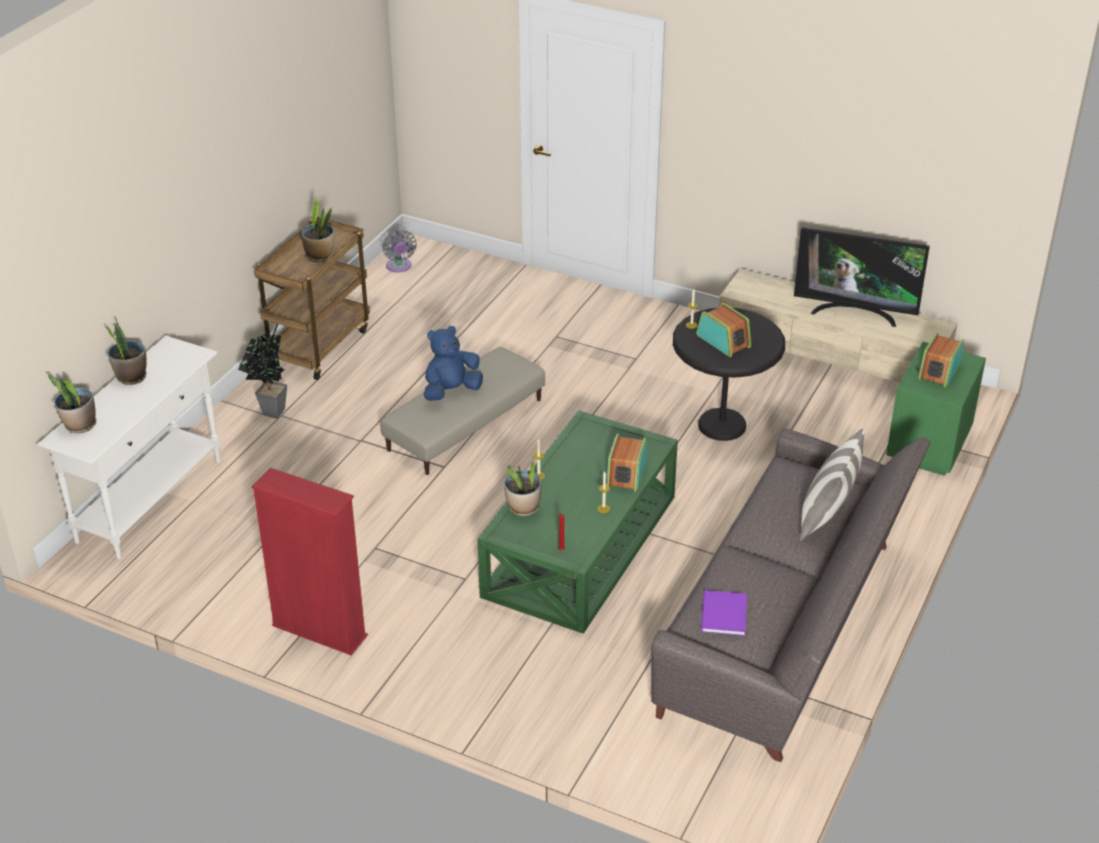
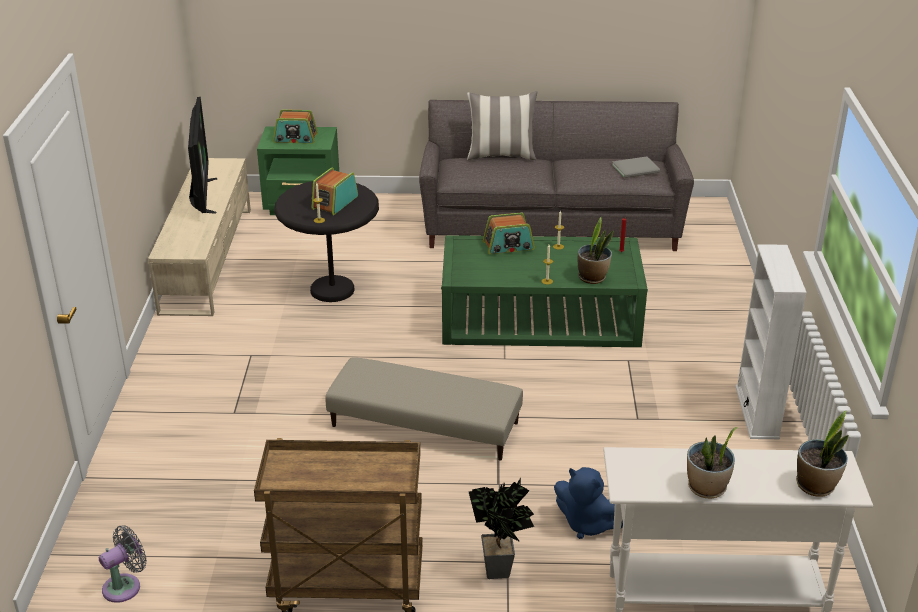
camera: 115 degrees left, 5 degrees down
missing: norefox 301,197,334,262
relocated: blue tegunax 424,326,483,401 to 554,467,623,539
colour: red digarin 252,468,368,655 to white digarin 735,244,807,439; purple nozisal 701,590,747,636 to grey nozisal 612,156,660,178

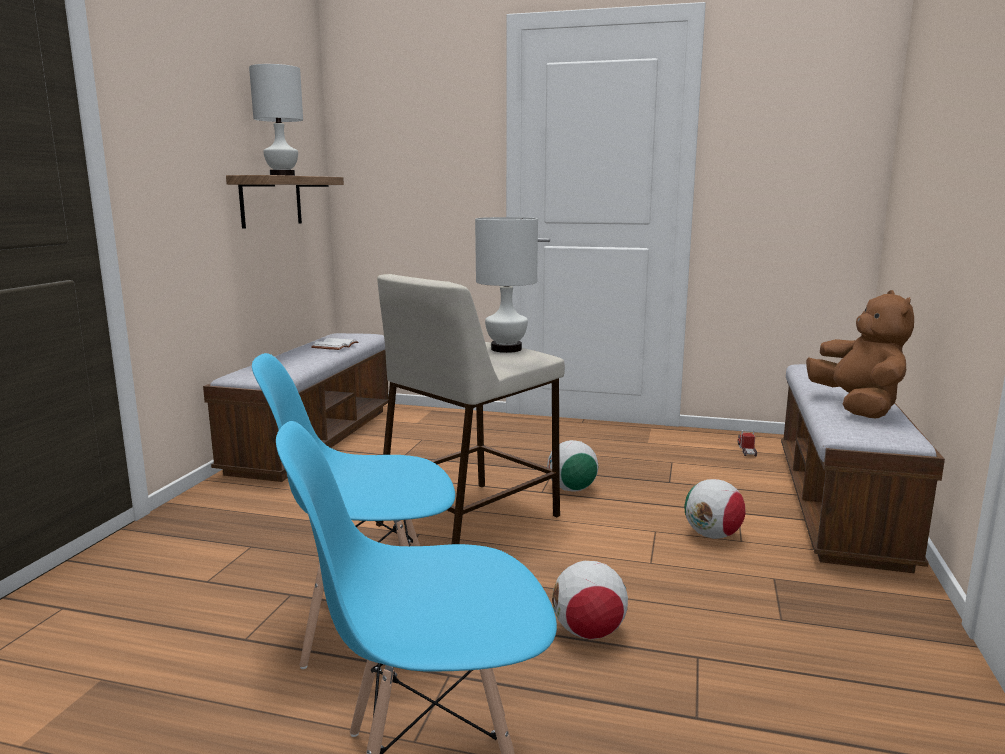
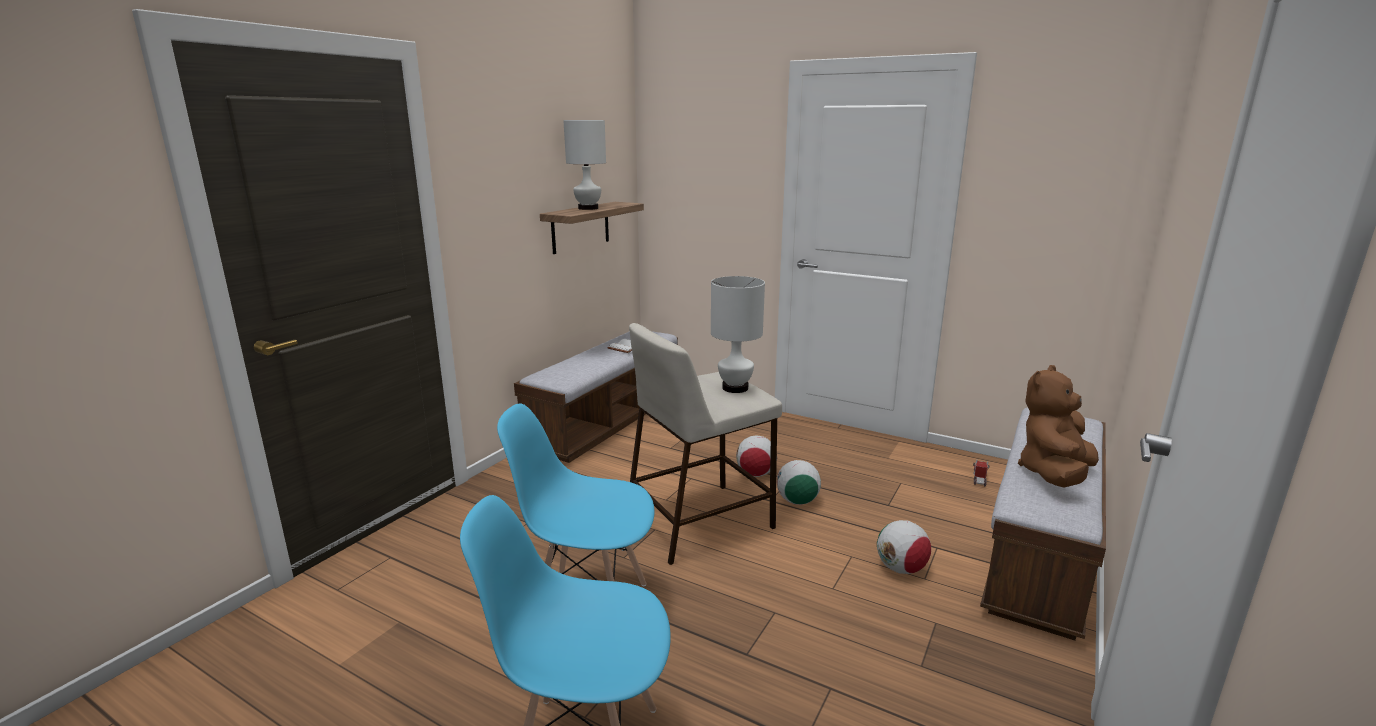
camera: 15 degrees right, 5 degrees up
relocated: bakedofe 552,561,628,639 to 736,435,771,477
spun: brown tegunax 806,290,914,418 = 1018,365,1099,488 150 degrees counterclockwise

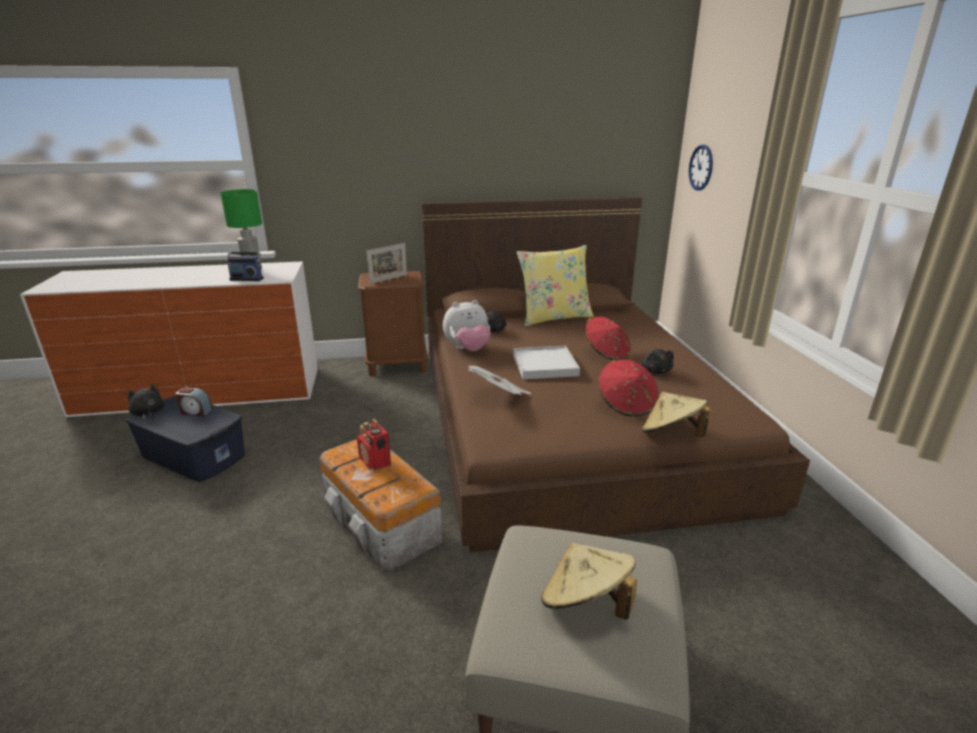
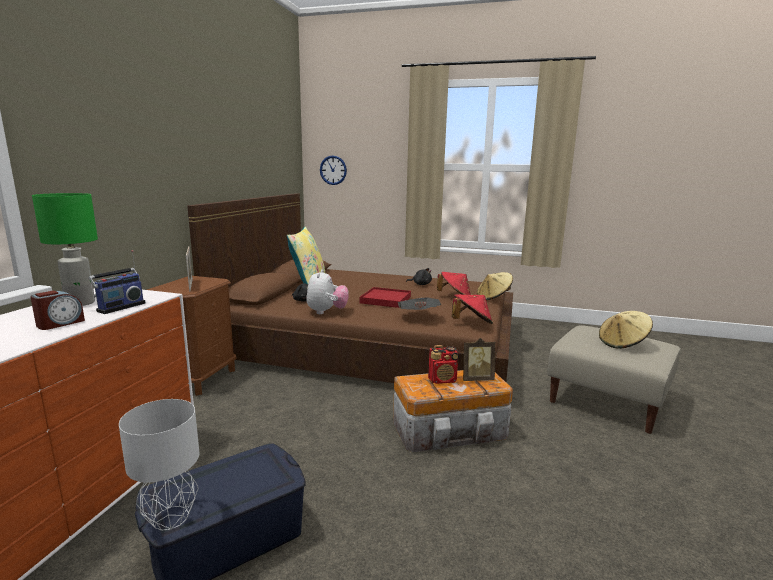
camera: 65 degrees left, 10 degrees down
appeared: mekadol 463,338,496,381
relocated: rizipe 176,387,212,416 to 30,290,85,330; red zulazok 585,317,631,360 to 452,294,493,324
exchanged: black tegunax 128,384,165,421 to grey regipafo 119,399,199,531
colour: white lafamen 513,346,580,379 to red lafamen 359,287,411,308

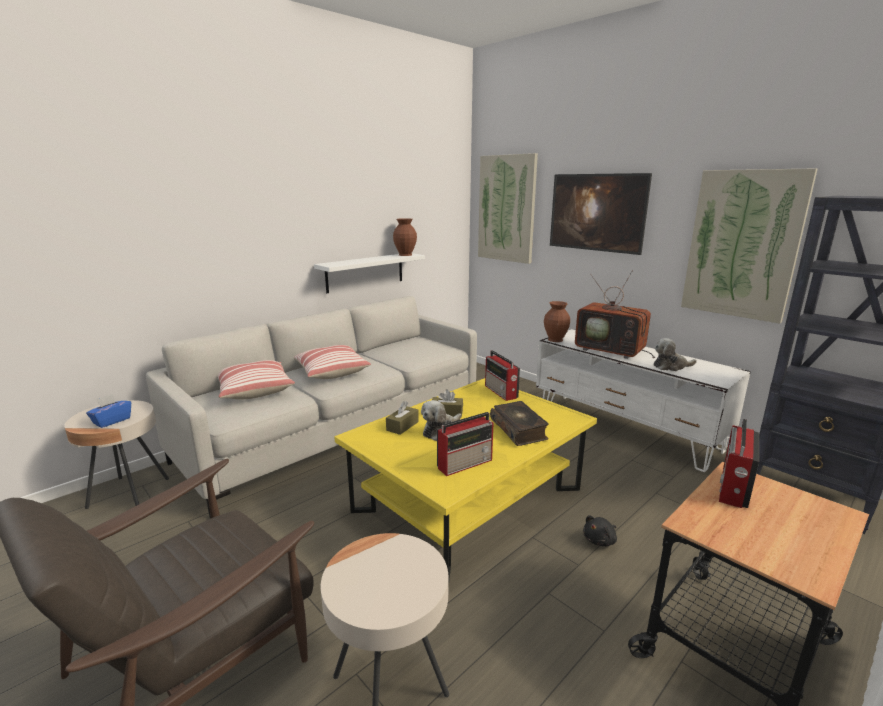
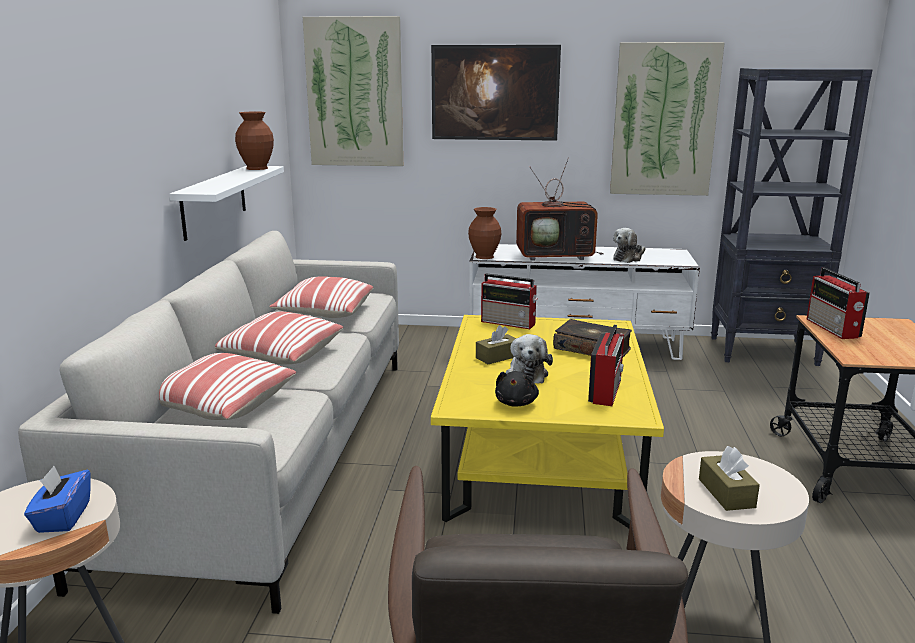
camera: 40 degrees left, 0 degrees up
appeared: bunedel 269,276,373,318
relocated: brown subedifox 386,401,419,435 to 699,446,760,511; black tegunax 583,515,617,546 to 495,371,539,407

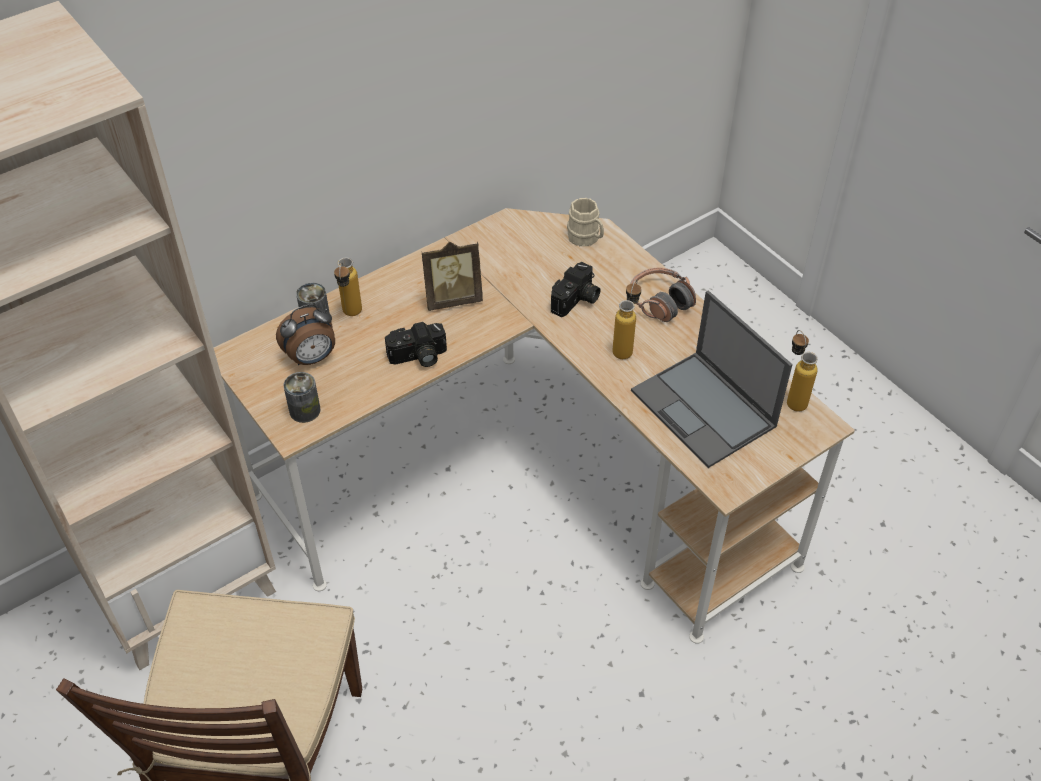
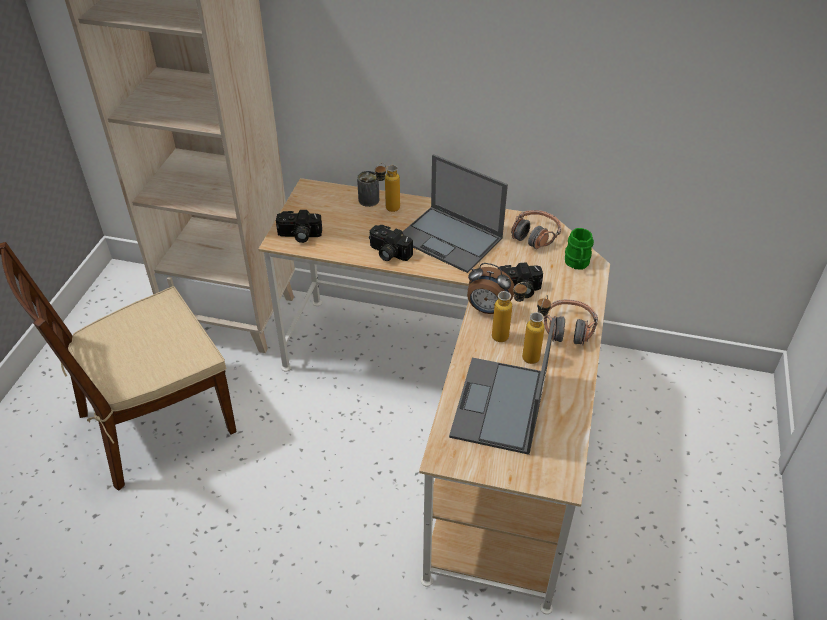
camera: 50 degrees right, 5 degrees down
appeared: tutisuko 511,210,561,249
relocated: rizipe 276,304,335,365 to 467,263,514,314; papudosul 787,330,818,412 to 522,295,551,364
exchanged: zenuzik 283,372,320,423 to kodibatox 276,210,322,243; mekadol 421,242,483,311 to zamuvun 402,154,508,273
colour: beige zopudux 567,198,604,246 to green zopudux 565,228,594,270

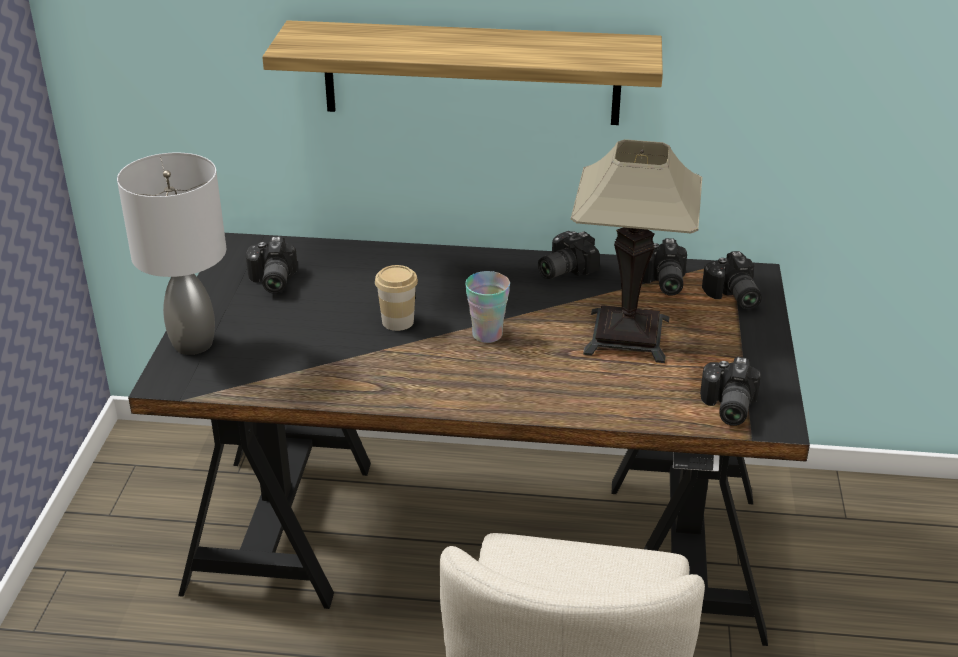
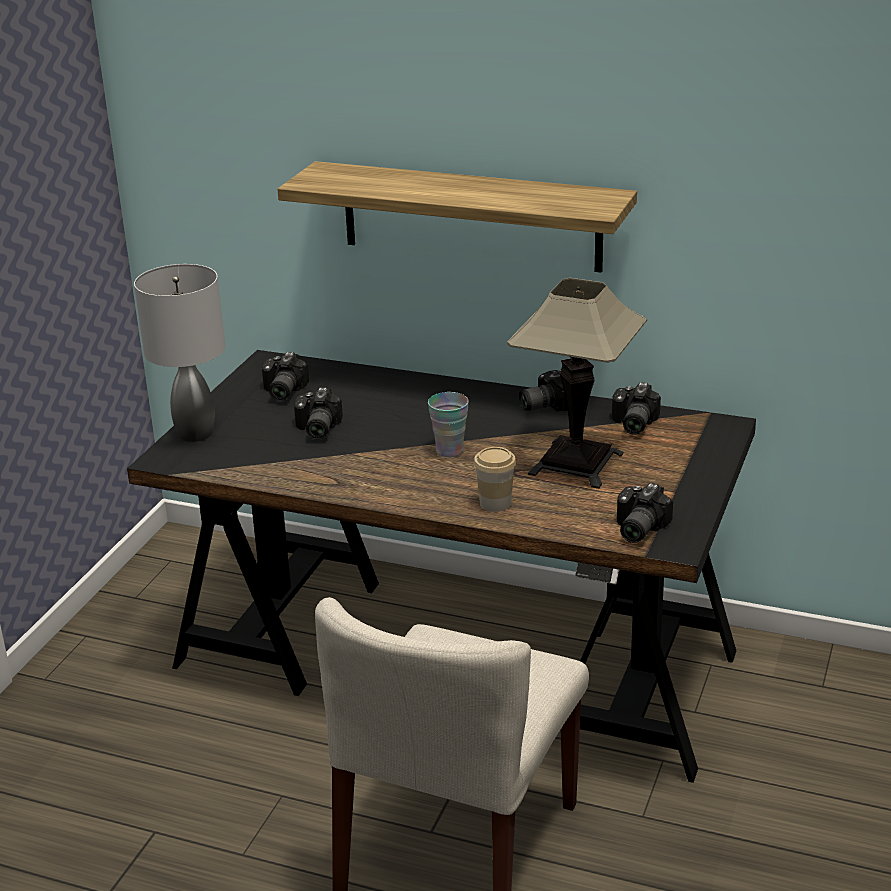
camera: 15 degrees right, 5 degrees down
relocated: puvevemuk 375,265,418,331 to 474,447,516,512; kodibatox 702,251,762,310 to 294,388,343,440

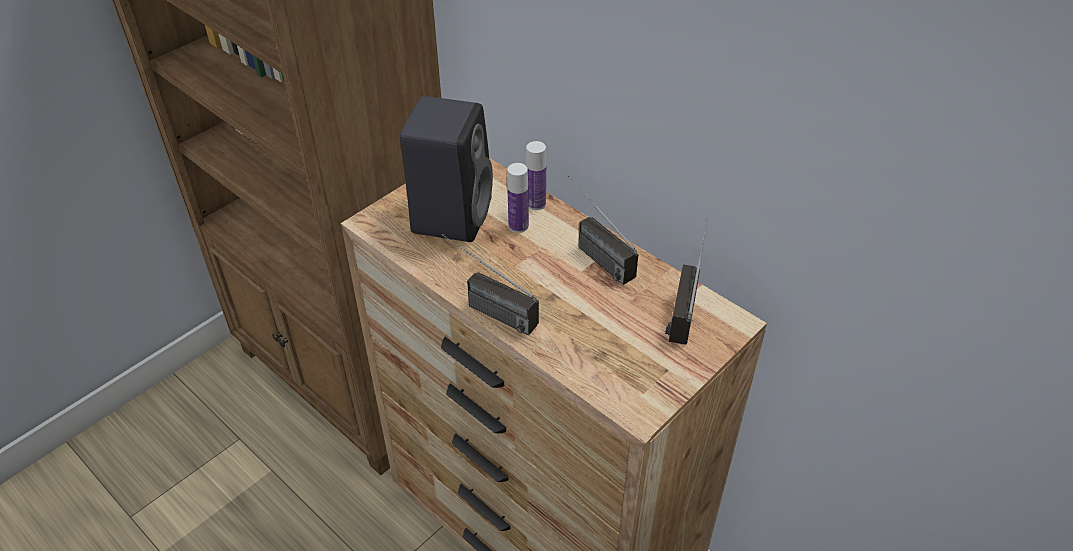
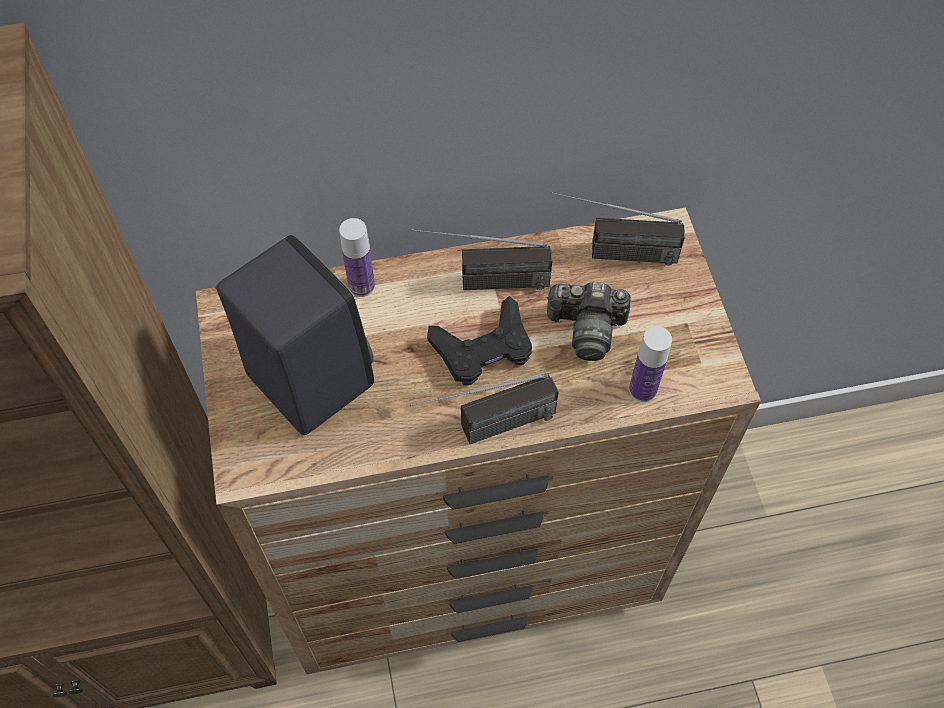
camera: 55 degrees left, 15 degrees up
appeared: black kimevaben 427,296,532,385; kodibatox 545,282,631,361
relocated: papudosul 507,163,529,233 to 629,326,672,402
spun: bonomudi 665,219,708,344 = 551,192,685,265 45 degrees counterclockwise

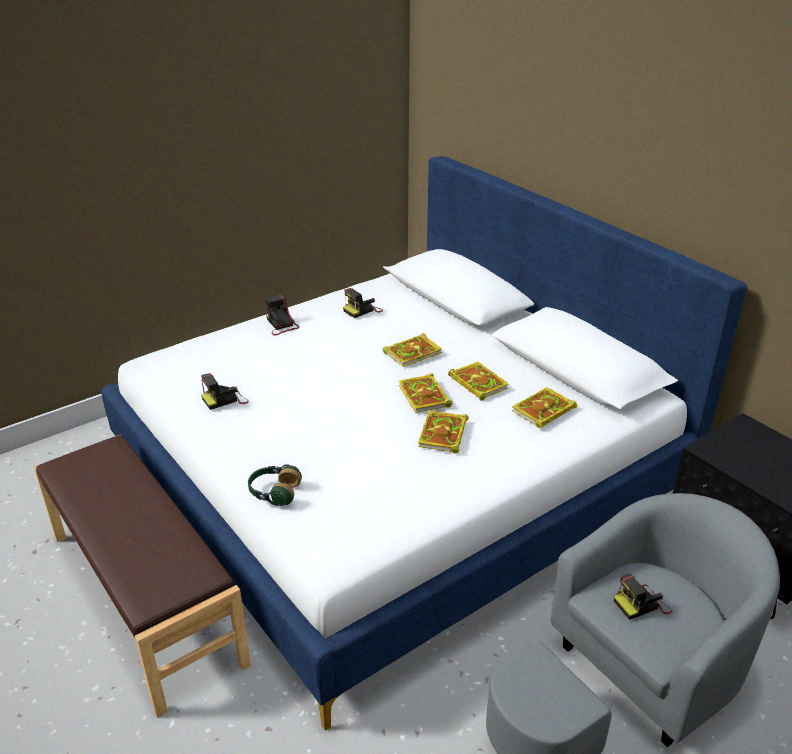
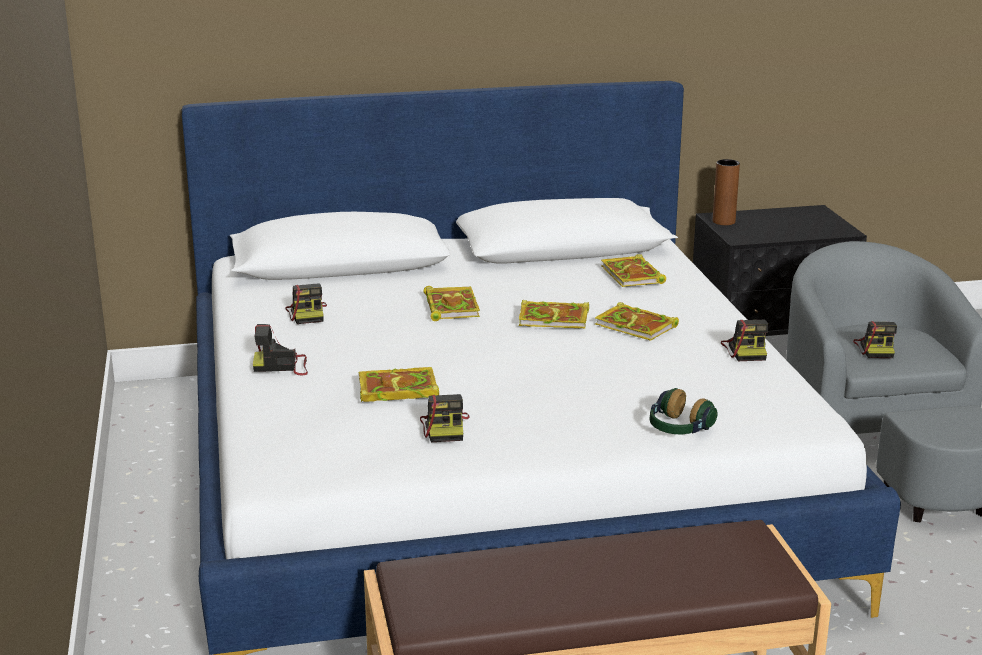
camera: 65 degrees left, 10 degrees down
appeared: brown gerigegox 713,159,740,225; kodibatox 721,320,769,361
relocated: nozisal 448,362,509,401 to 359,367,439,402

